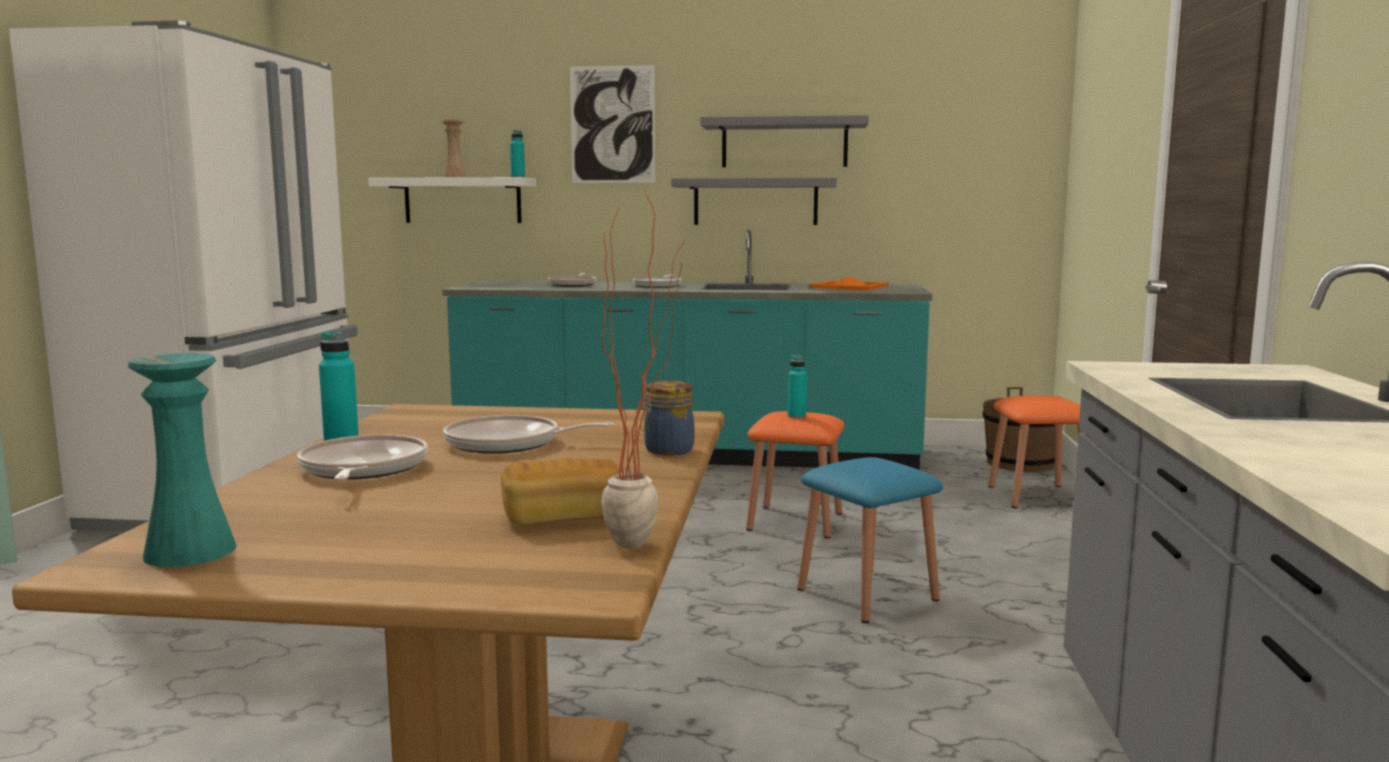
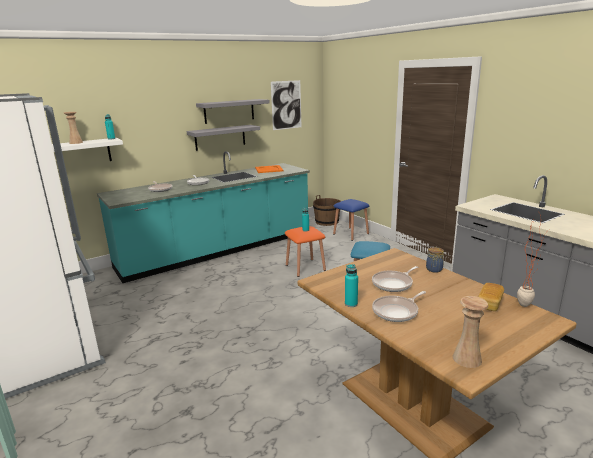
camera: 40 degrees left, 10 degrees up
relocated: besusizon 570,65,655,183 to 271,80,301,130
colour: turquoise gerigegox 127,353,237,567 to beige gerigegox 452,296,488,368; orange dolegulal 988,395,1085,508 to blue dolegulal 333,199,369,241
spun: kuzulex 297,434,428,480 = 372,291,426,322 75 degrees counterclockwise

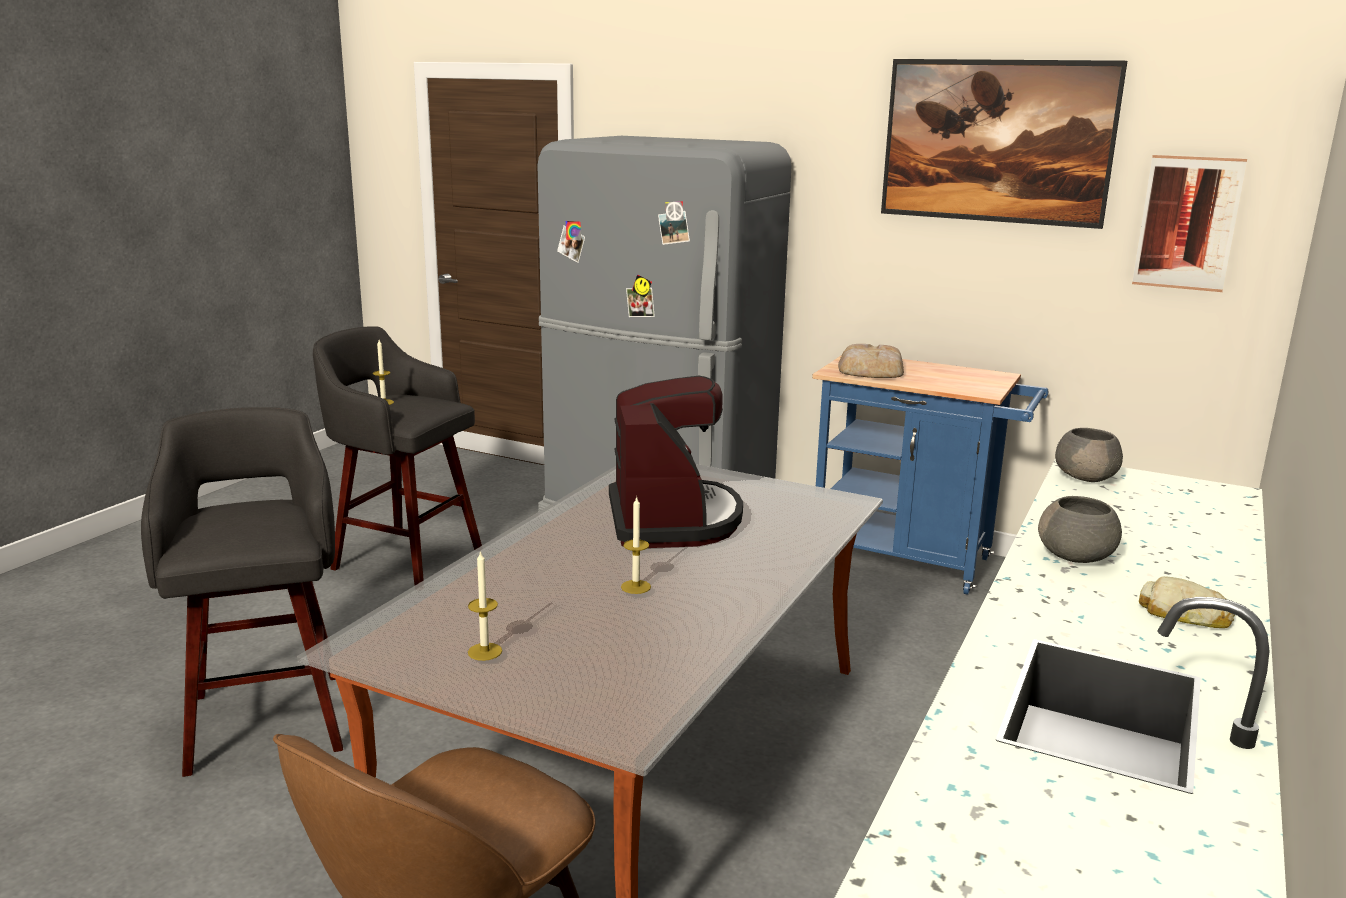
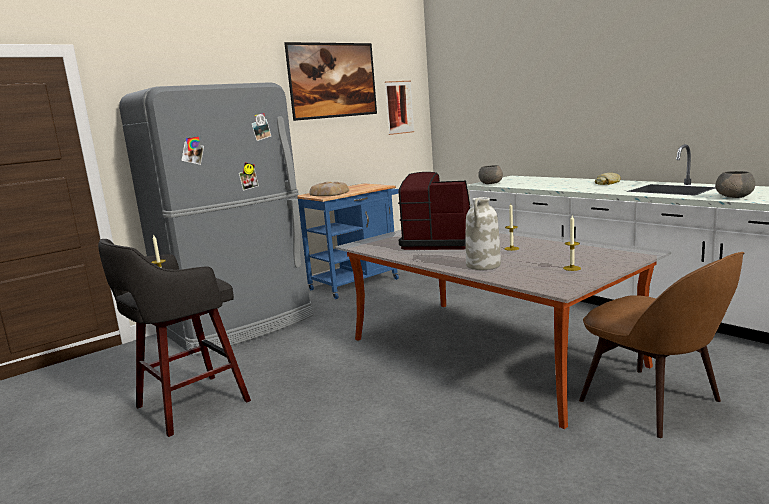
camera: 65 degrees left, 5 degrees down
missing: grey dolegulal 141,407,343,777
appeared: white gerigegox 466,197,501,270
relocated: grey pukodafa 1038,496,1122,563 to 715,171,755,198

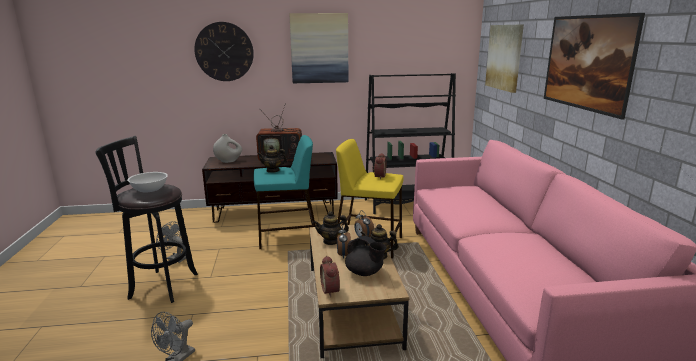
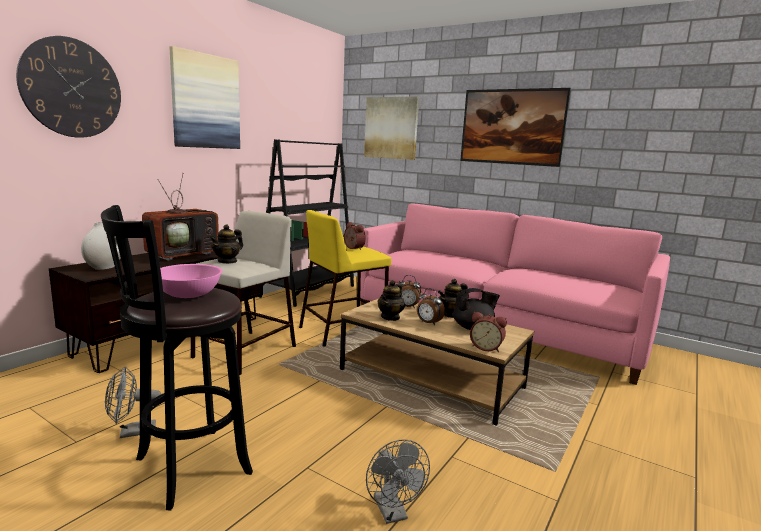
camera: 50 degrees left, 5 degrees down
colour: white pukodafa 127,172,168,192 to pink pukodafa 160,264,223,298; turquoise dolegulal 253,135,316,249 to beige dolegulal 191,211,296,375

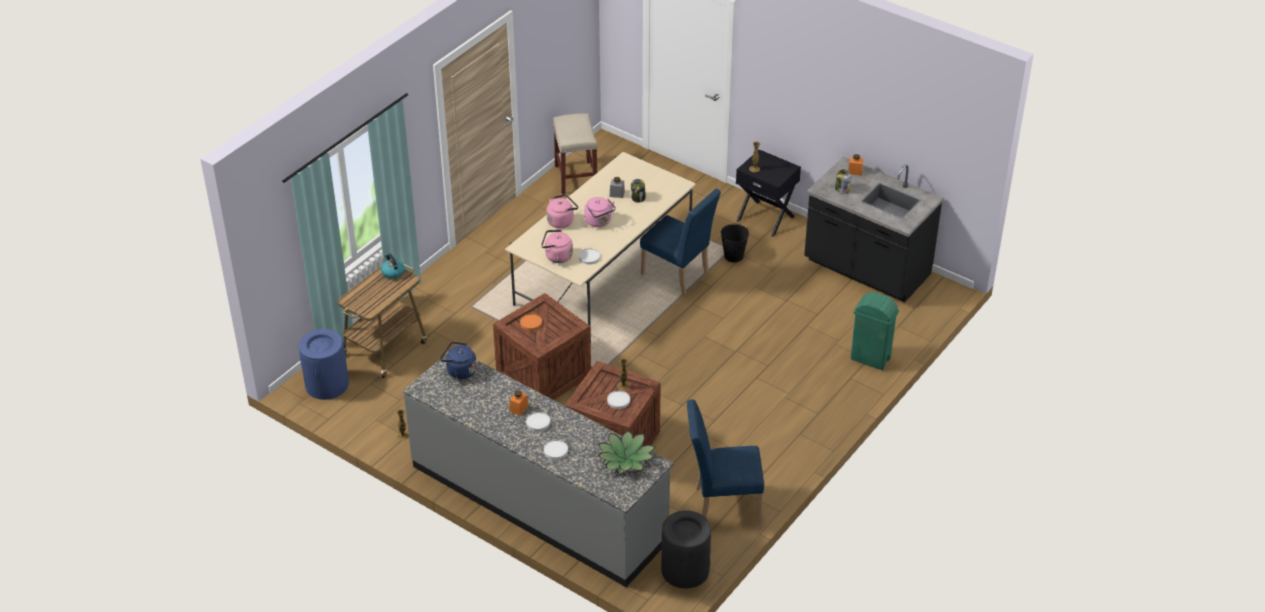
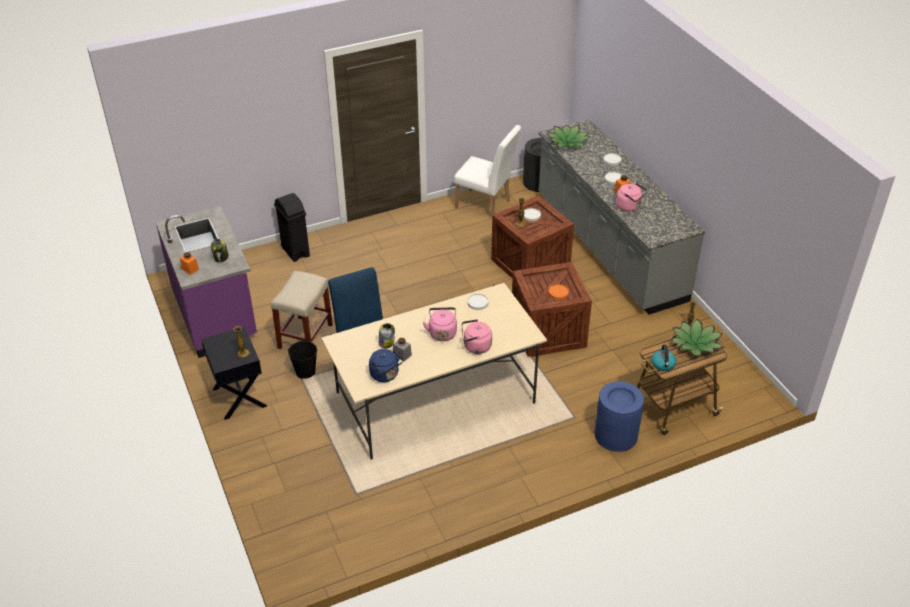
camera: 150 degrees left, 0 degrees up
appeared: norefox 671,319,723,358
relocated: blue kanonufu 299,329,349,400 to 595,381,644,452; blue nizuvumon 440,342,477,379 to 369,349,403,382; pink nizuvumon 541,230,573,263 to 616,183,648,212; beige dolegulal 553,113,598,194 to 271,271,333,349
colour: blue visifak 687,399,764,521 to white visifak 454,125,521,215; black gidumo 804,157,944,302 to purple gidumo 156,206,257,358; green kanonufu 851,292,899,370 to black kanonufu 274,193,310,262

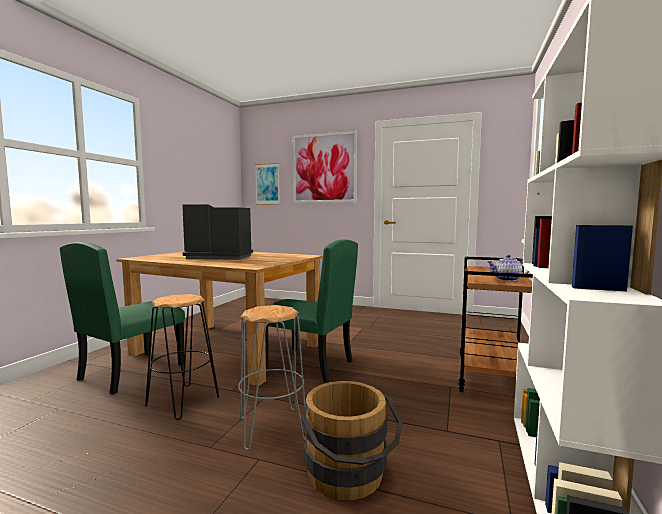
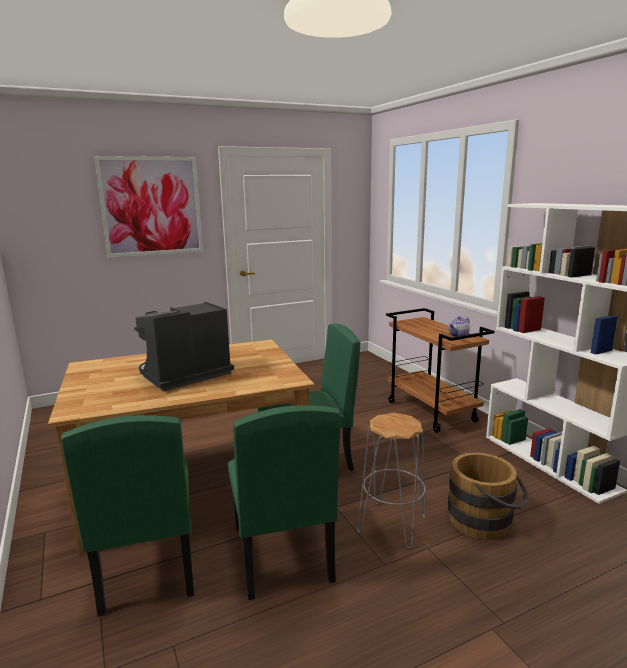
camera: 45 degrees left, 10 degrees up
missing: besusizon 255,163,280,205
exchanged: black dolegulal 145,294,219,420 to green visifak 228,405,340,600

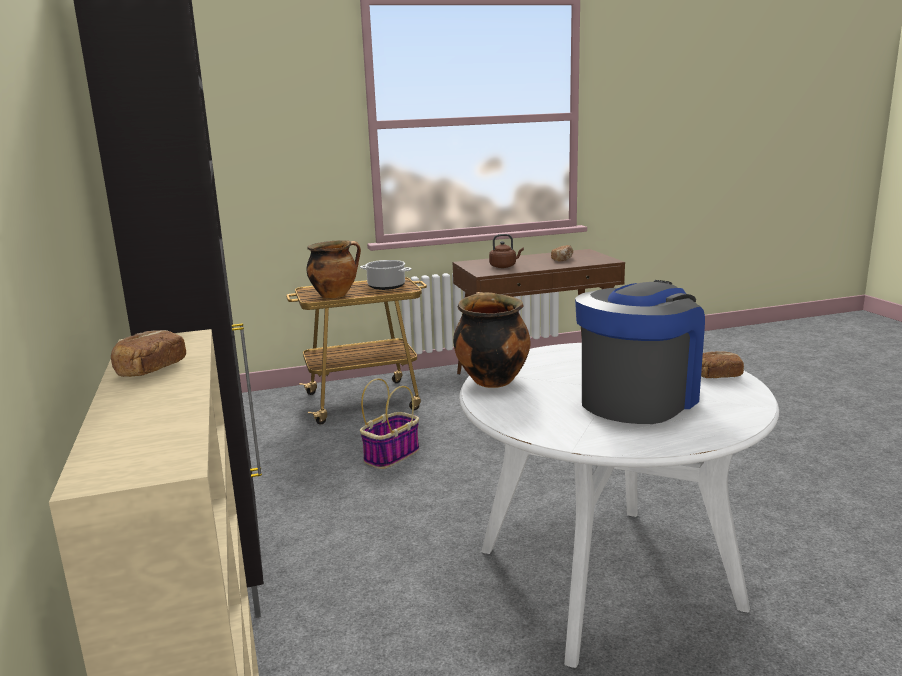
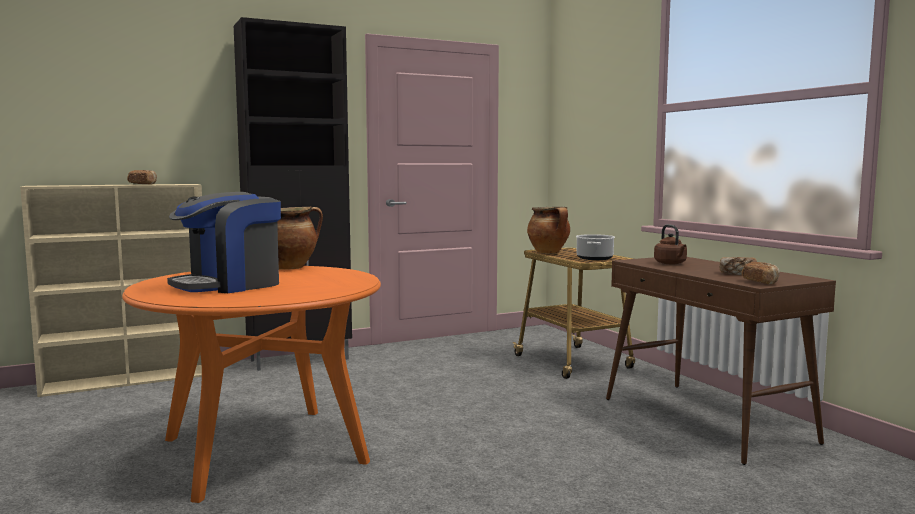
camera: 80 degrees right, 10 degrees down
missing: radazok 360,378,419,469
relocated: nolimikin 701,351,744,378 to 742,262,780,285
colour: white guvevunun 459,343,779,668 to orange guvevunun 122,266,381,503
spun: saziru 575,280,705,424 = 167,192,281,293 105 degrees clockwise

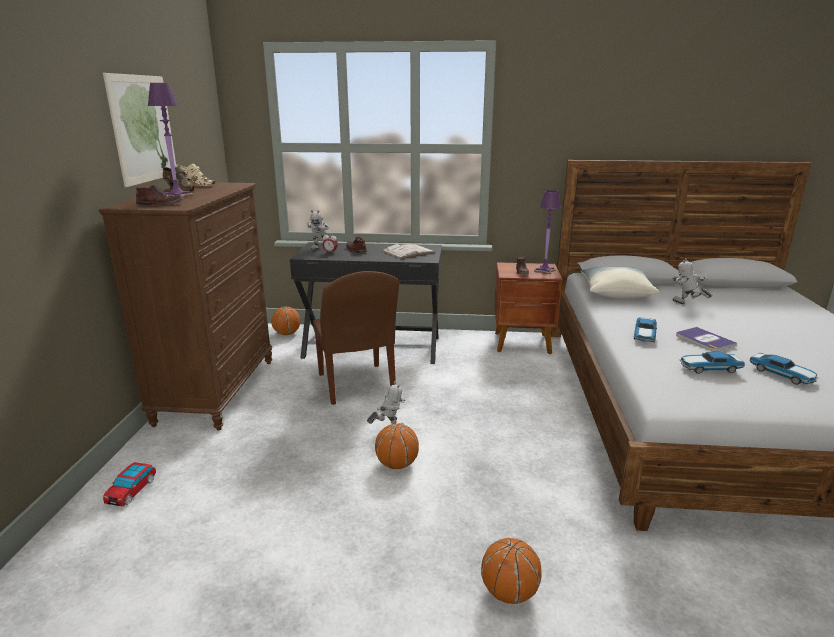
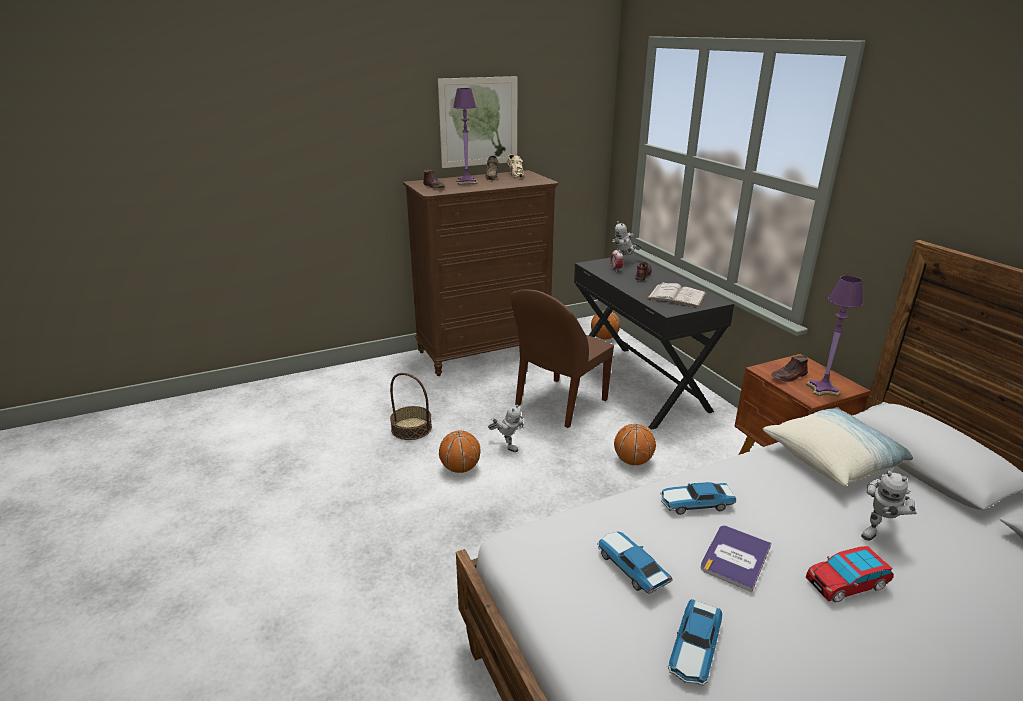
camera: 60 degrees right, 5 degrees up
appeared: radazok 390,373,432,440
relocated: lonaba 103,462,156,507 to 806,546,894,602; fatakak 481,538,542,604 to 614,424,656,465
spun: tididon 672,258,712,304 = 861,471,916,541 150 degrees counterclockwise

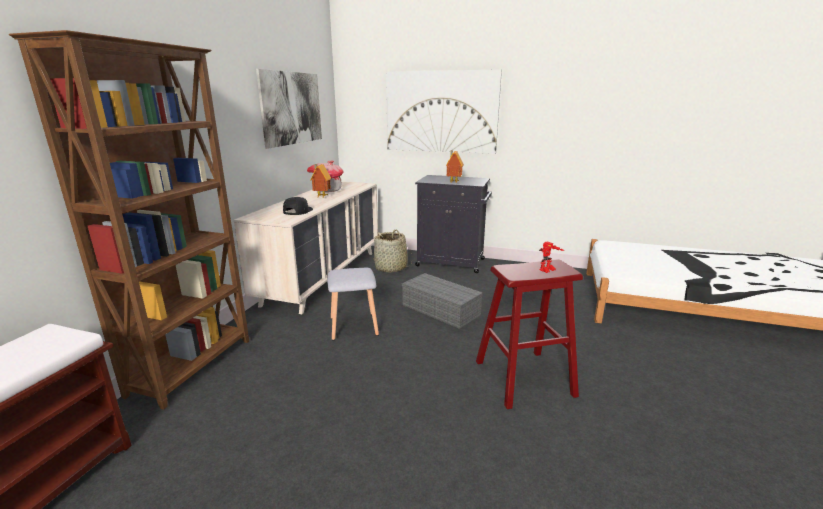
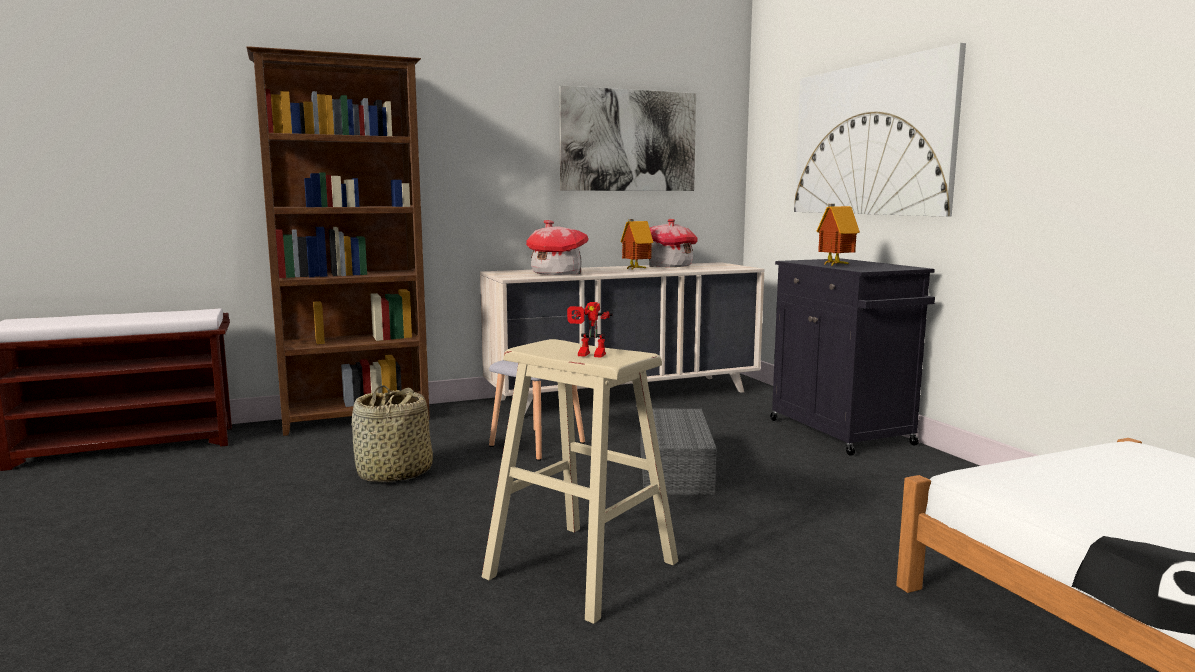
camera: 50 degrees right, 10 degrees down
relocated: radazok 373,229,412,273 to 351,385,433,483
exchanged: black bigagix 283,197,313,215 to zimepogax 526,220,589,275
colour: red dolegulal 476,259,583,409 to beige dolegulal 482,339,678,624

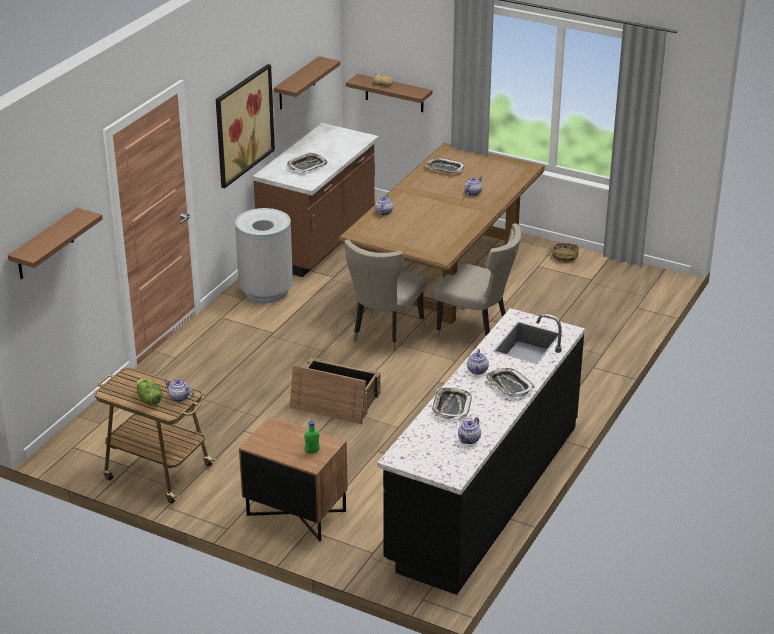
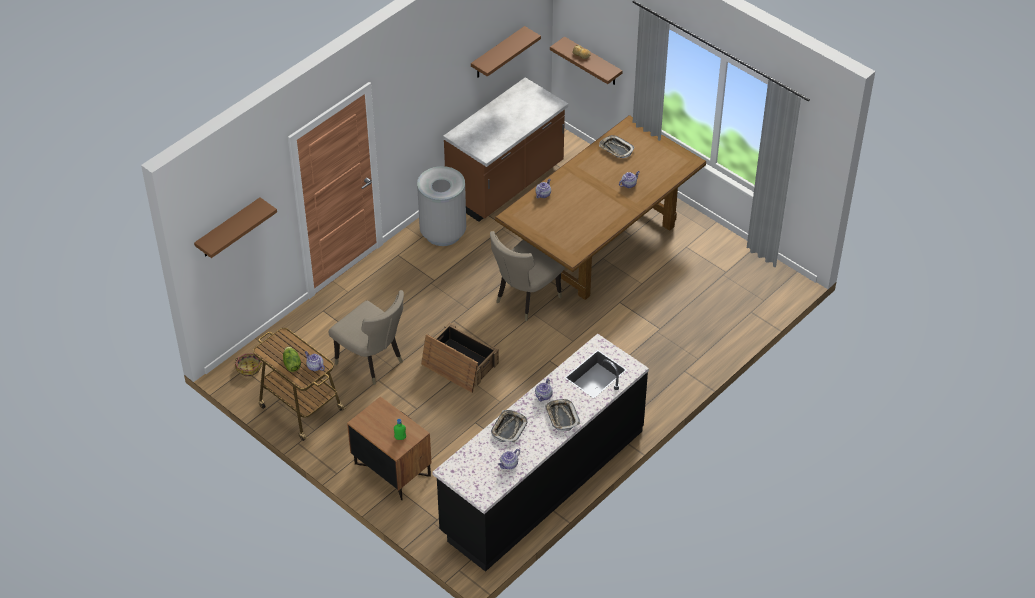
camera: 15 degrees right, 15 degrees up
missing: besusizon 216,64,275,188; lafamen 287,152,328,172
relocated: beige visifak 432,223,521,338 to 328,290,404,385; radazok 547,243,579,263 to 235,354,262,376

